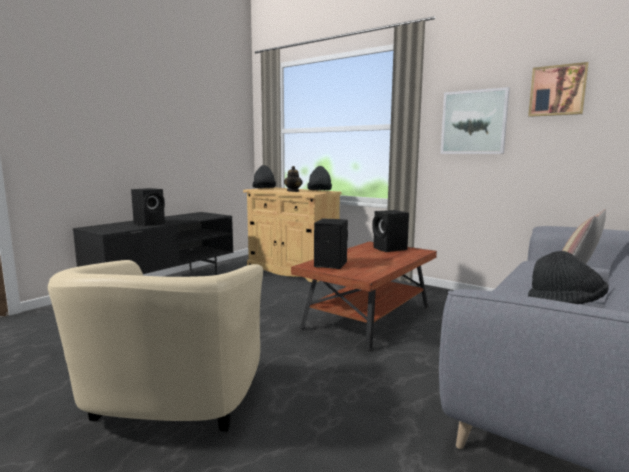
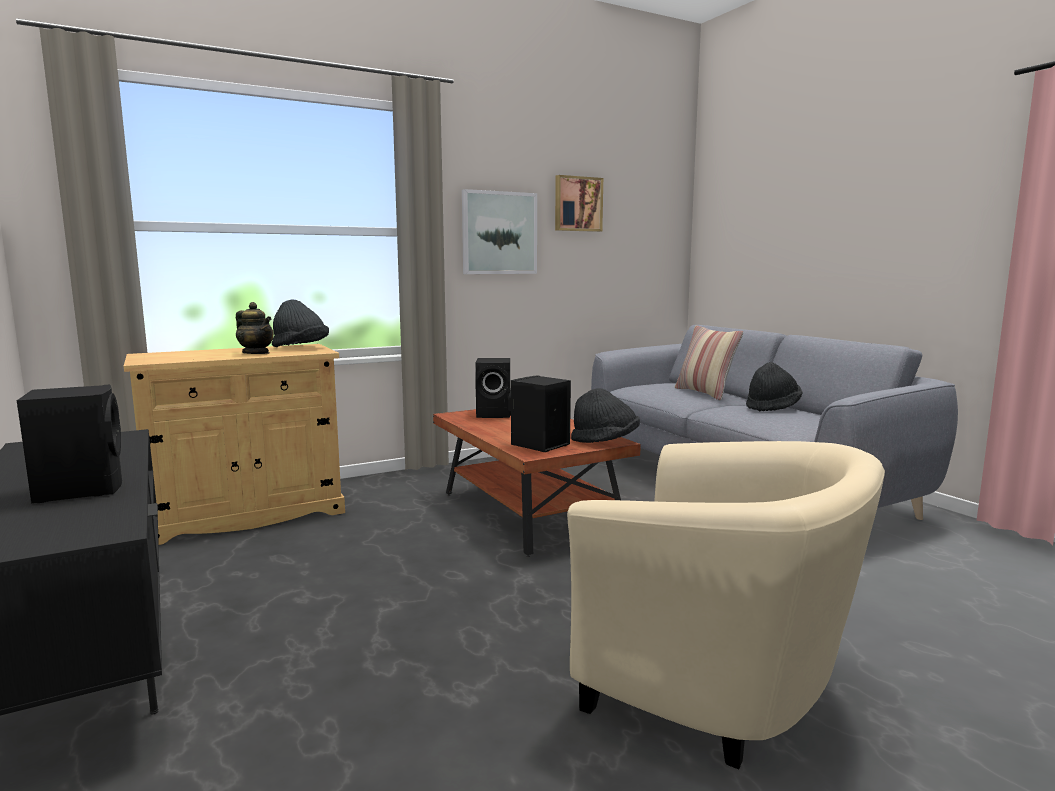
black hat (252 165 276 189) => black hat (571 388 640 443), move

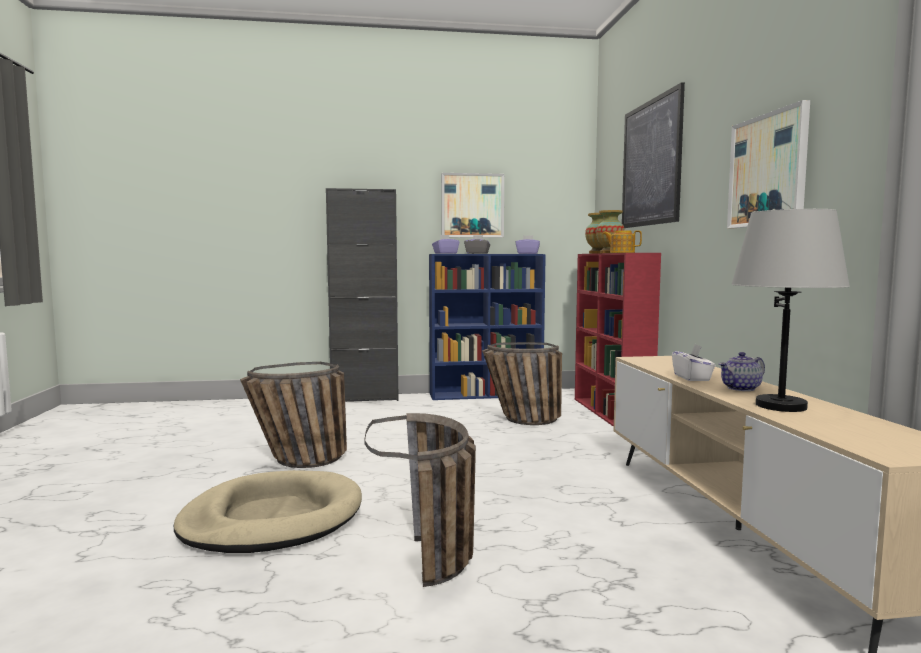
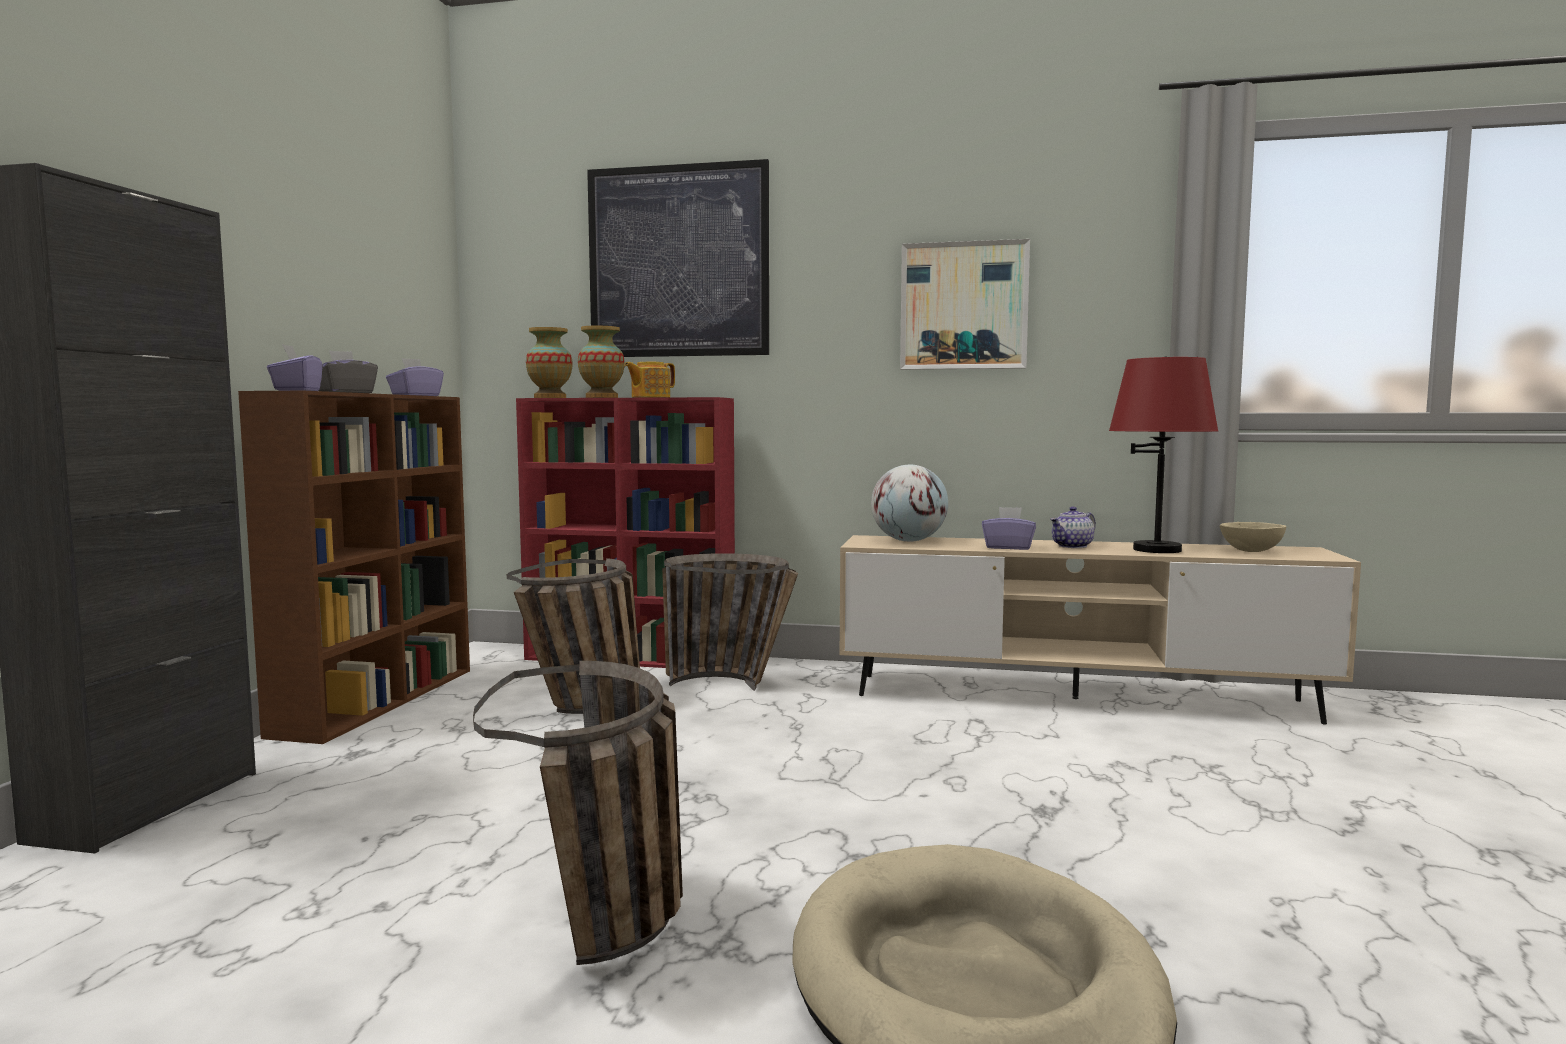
picture (441 173 504 238) => nothing
grey table lamp (731 209 850 412) => red table lamp (1109 356 1218 553)
blue bookcase (429 254 546 400) => brown bookcase (238 391 470 744)
white tissue box (672 344 716 381) => purple tissue box (982 507 1036 550)
teapot (719 352 765 391) => teapot (1050 507 1096 548), 60 degrees clockwise
basket (365 413 476 587) => basket (662 553 798 691), move
nothing => globe (871 464 948 542)
nothing => beige bowl (1220 522 1286 552)

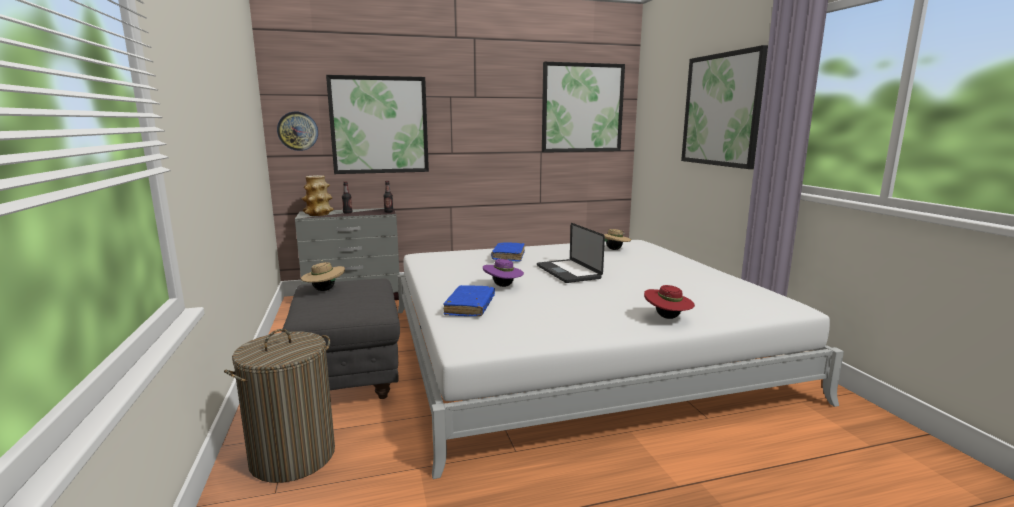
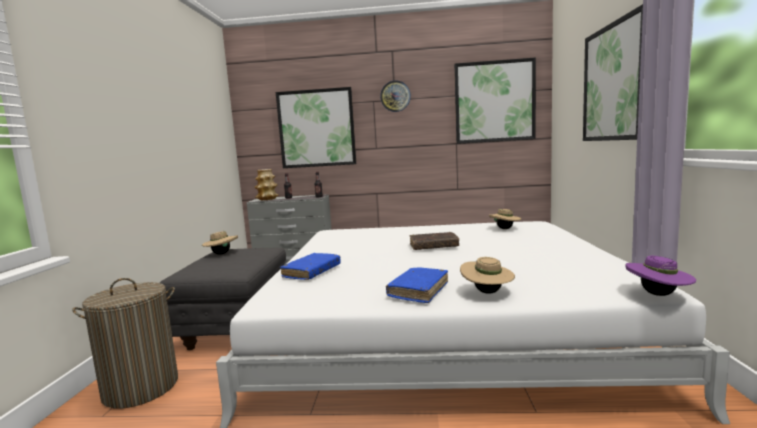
wall clock (277 112 318 151) => wall clock (380 80 411 112), move
laptop (537 223 605 283) => brown book (410 232 459 250)
blue book (491 242 525 262) => blue book (386 267 448 303), move
purple hat (483 259 524 287) => purple hat (626 256 696 296), move
red hat (644 285 695 319) => beige hat (460 257 515 294)

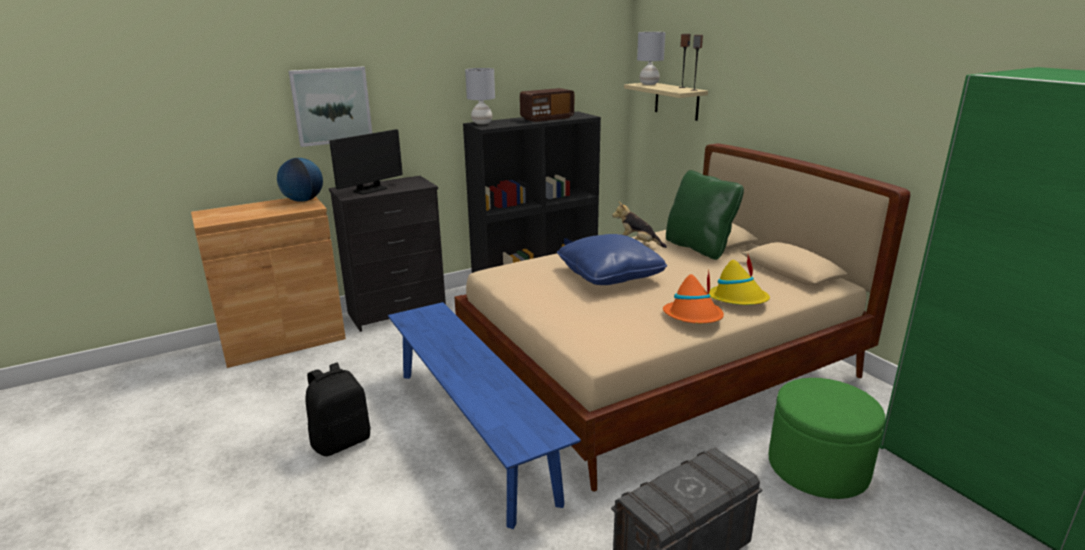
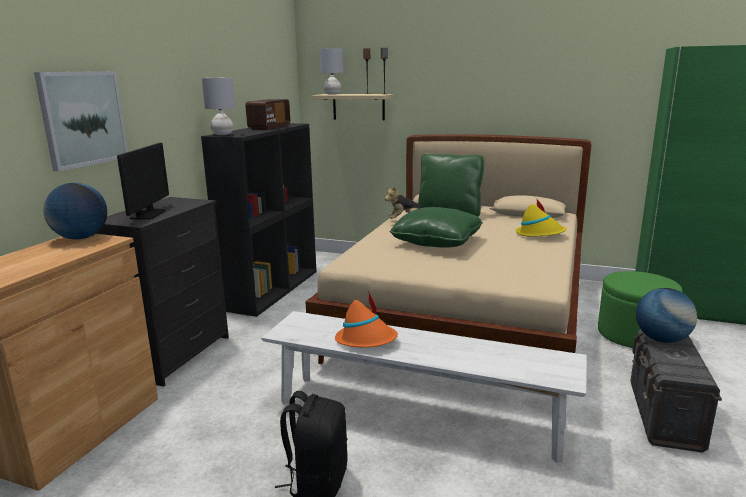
blue pillow (557 234 667 285) => green pillow (389 207 483 248)
orange hat (663 269 724 323) => orange hat (335 291 398 348), move
blue bench (388 302 581 529) => white bench (261 311 587 463)
nothing => globe (636 288 697 343)

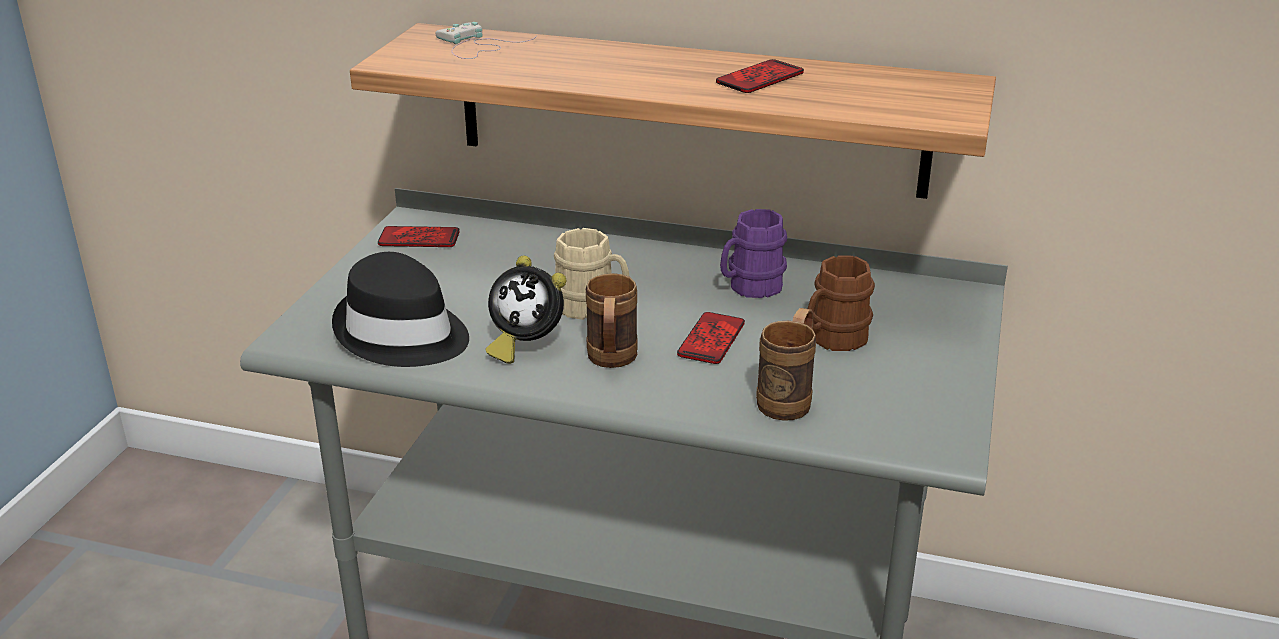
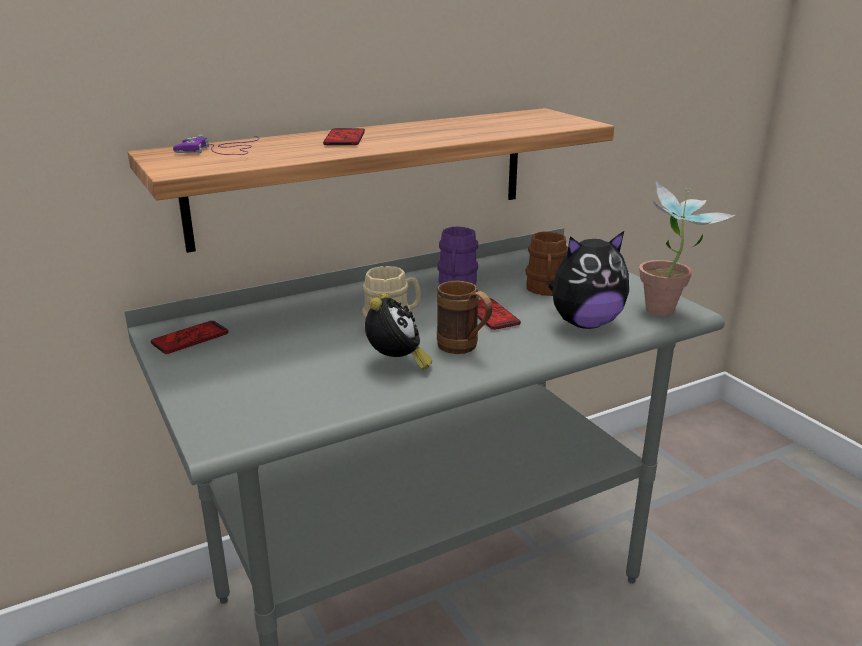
white game controller (436 22 537 59) => purple game controller (173 135 259 155)
phone (716 59 804 93) => phone (323 128 365 145), move
black hat (332 252 469 367) => nothing
alarm clock (485 256 566 364) => alarm clock (365 293 432 370), 60 degrees counterclockwise
brown mug (756 308 816 421) => plush toy (548 231 629 329)
nothing => potted plant (639 181 735 316)

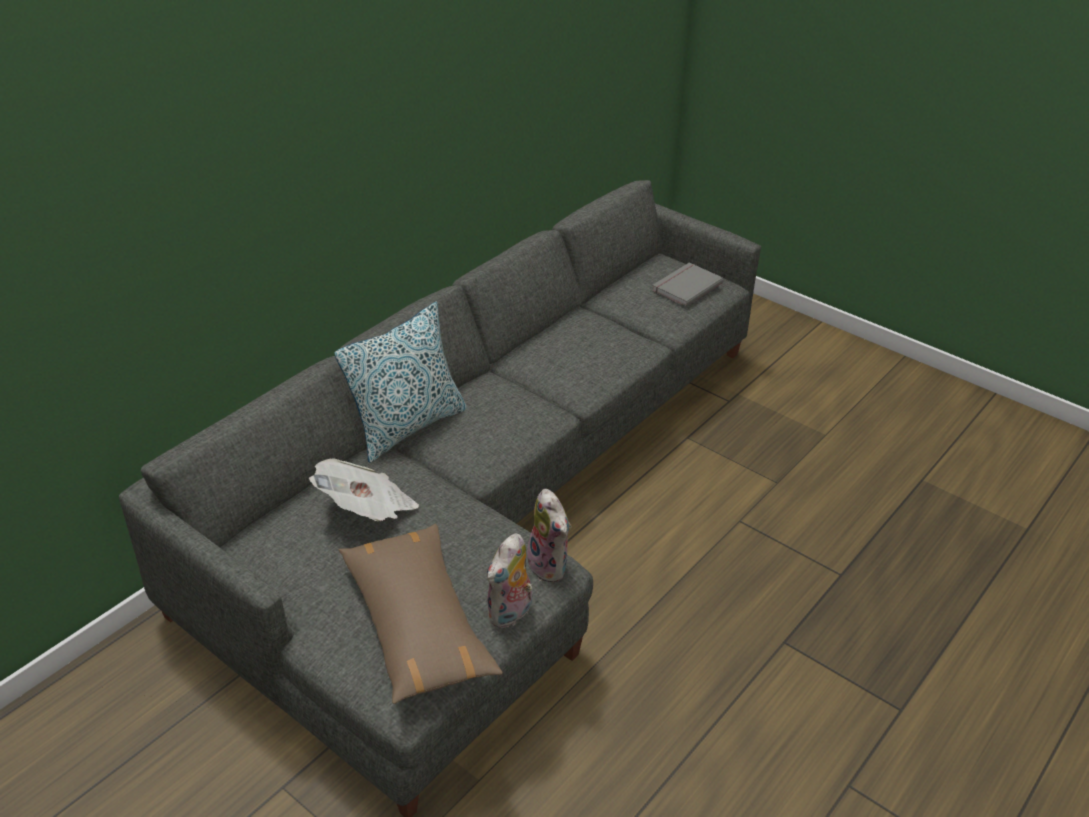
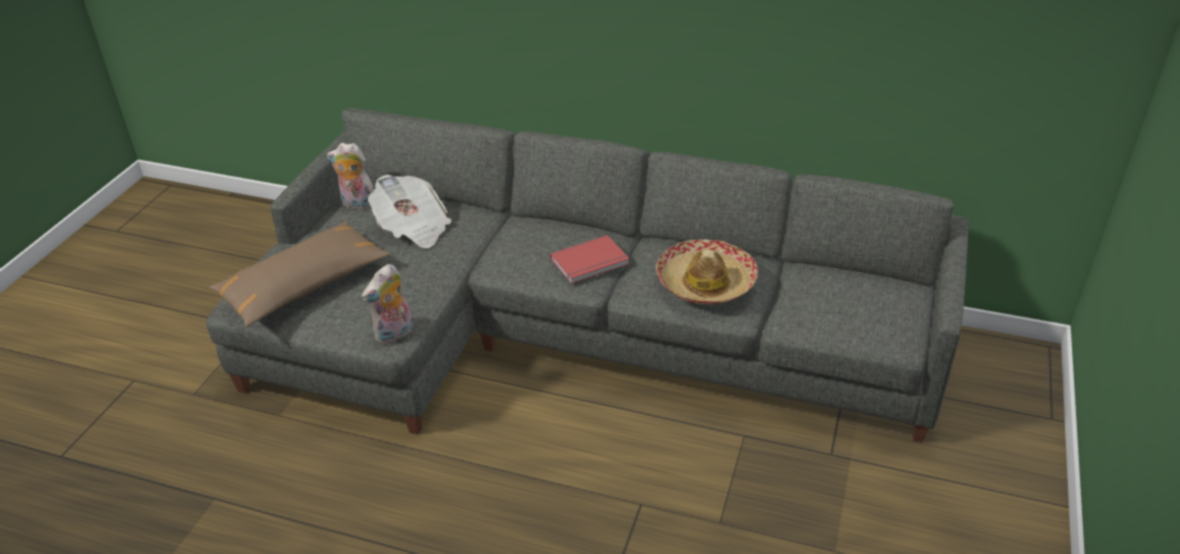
grey book (652 263 723 307) => nothing
pillow (334 302 467 463) => nothing
plush toy (487 533 533 628) => plush toy (327 143 374 210), move
nothing => red book (550 235 630 284)
nothing => hat (656 239 758 304)

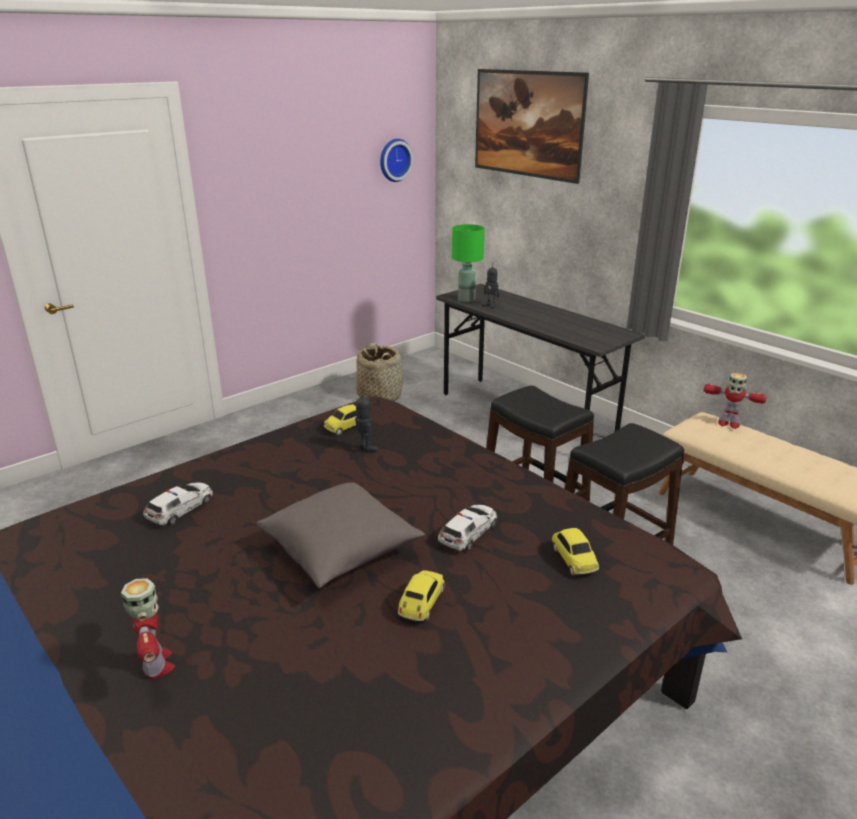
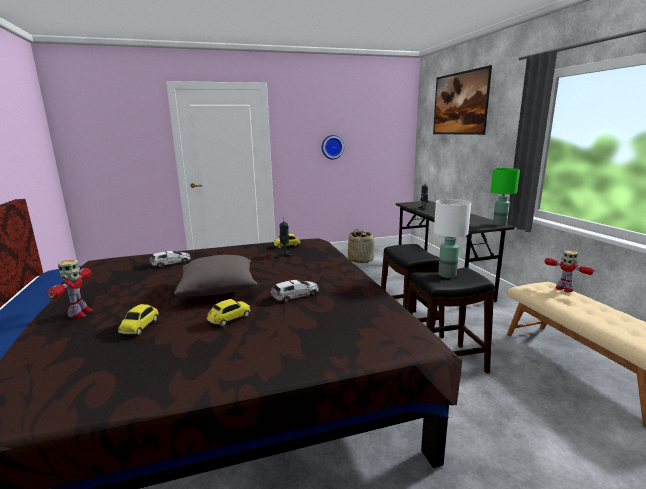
wall clock (380 139 413 182) => wall clock (322 135 344 159), move
green table lamp (452 224 485 303) => green table lamp (491 168 520 226), move
toy car (552 528 599 576) => toy car (118 304 159 336), move
nothing => white table lamp (434 199 471 278)

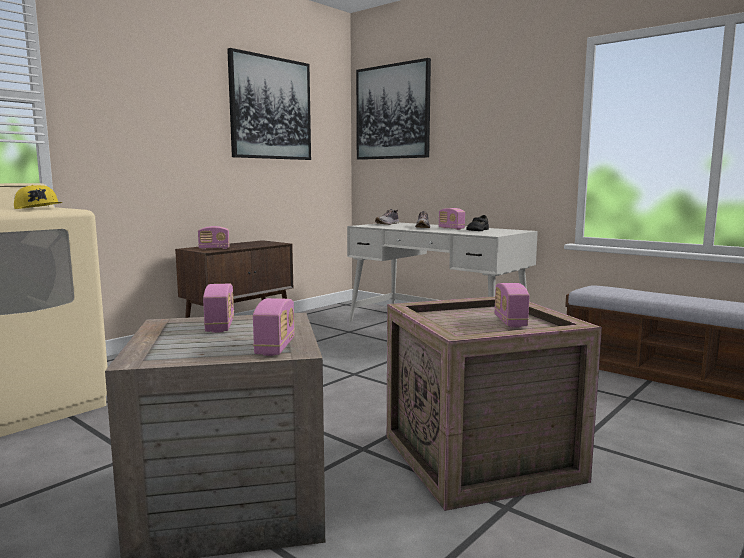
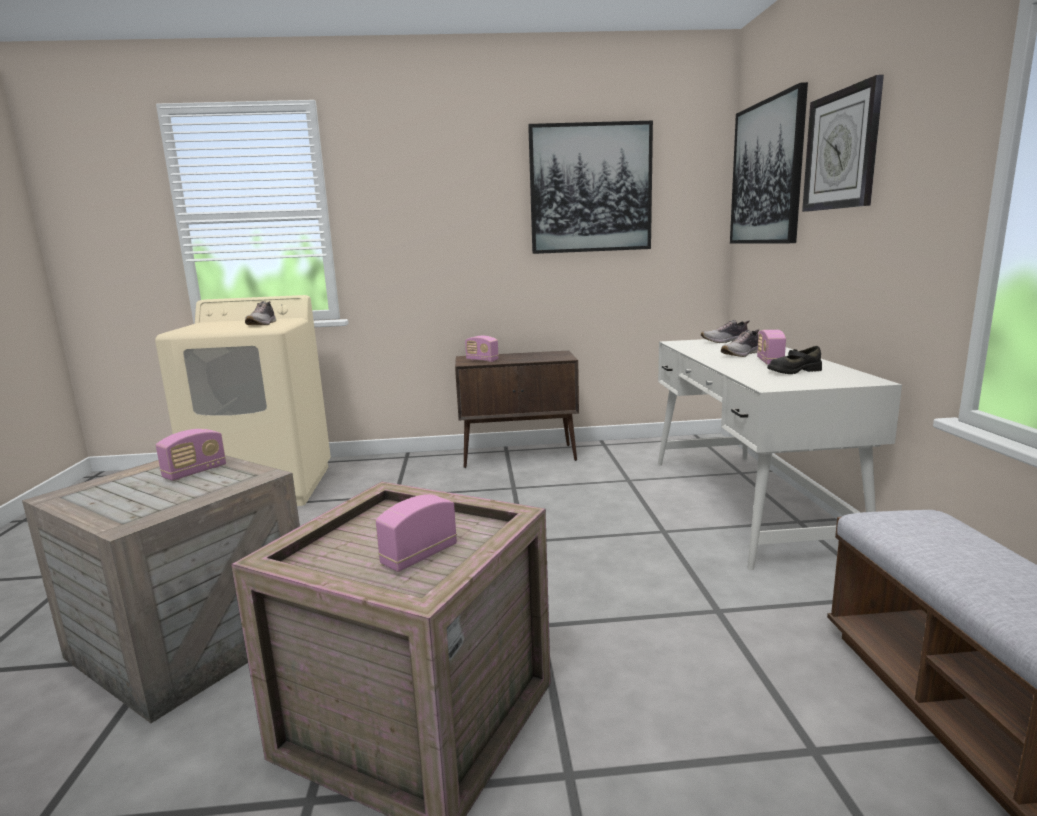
yellow cap (14 185 63 209) => shoe (245 301 276 325)
radio (253 298 295 356) => nothing
nothing => wall clock (802 75 884 212)

